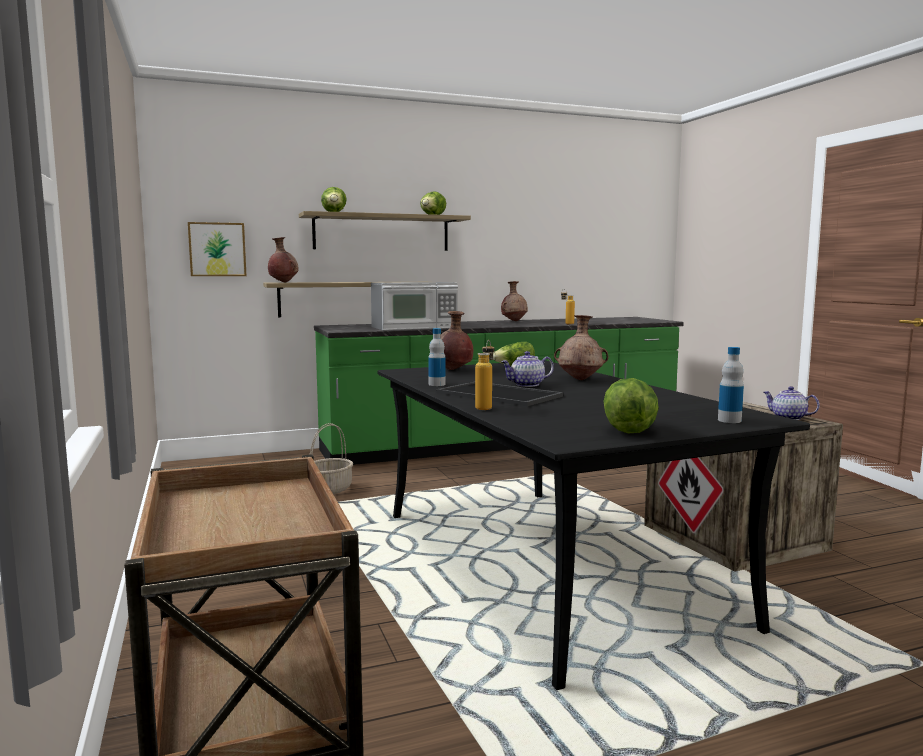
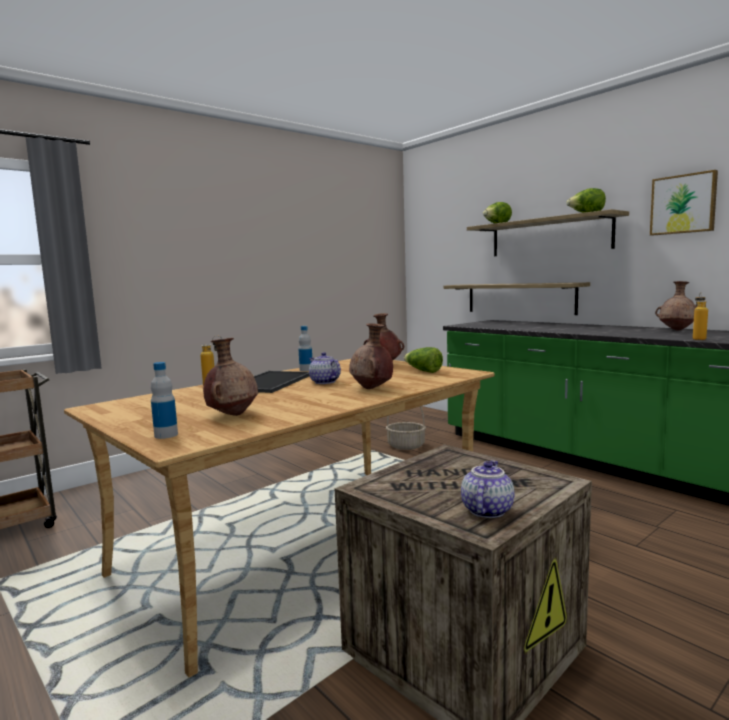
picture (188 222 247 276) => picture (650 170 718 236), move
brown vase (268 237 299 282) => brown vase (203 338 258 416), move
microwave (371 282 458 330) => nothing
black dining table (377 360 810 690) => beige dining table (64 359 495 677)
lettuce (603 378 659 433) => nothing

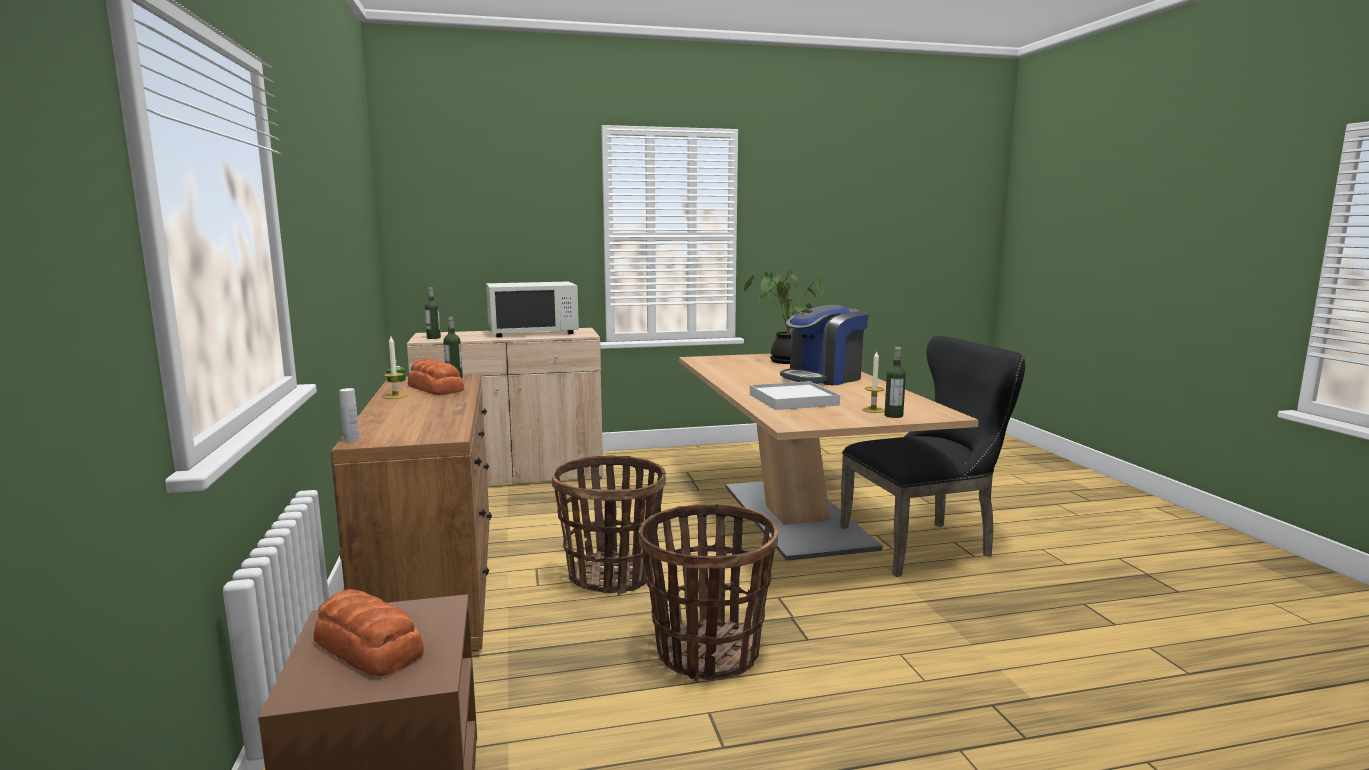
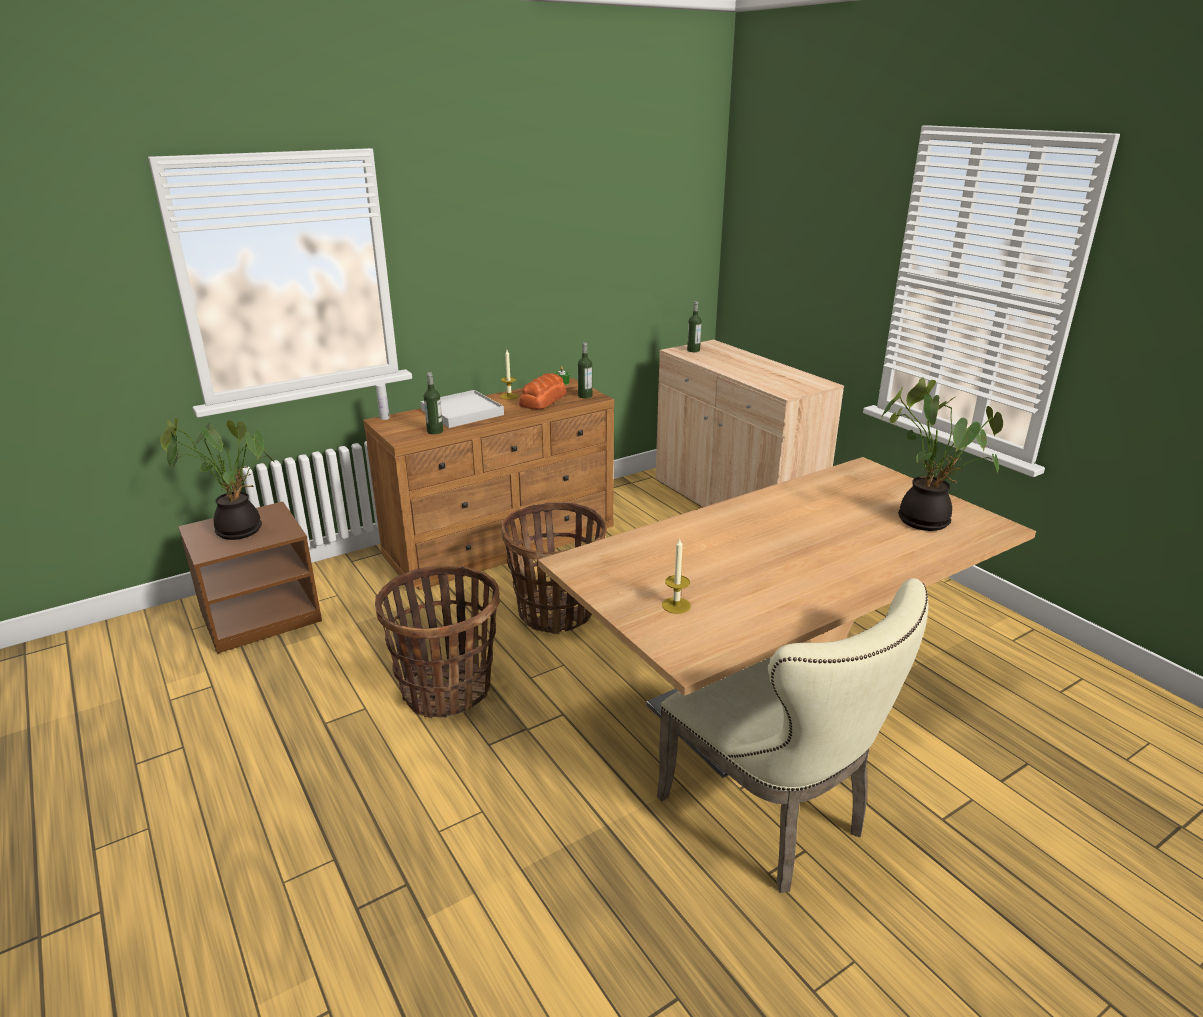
white microwave (486 282 579 337) => nothing
coffee machine (780 305 868 386) => nothing
black chair (840 336 1025 577) => beige chair (657 578 928 893)
bottle (884 347 906 418) => bottle (424 372 443 434), move
white tray (750 381 840 410) => white tray (421 390 504 428), move
bread (314 589 424 676) => potted plant (160 418 277 540)

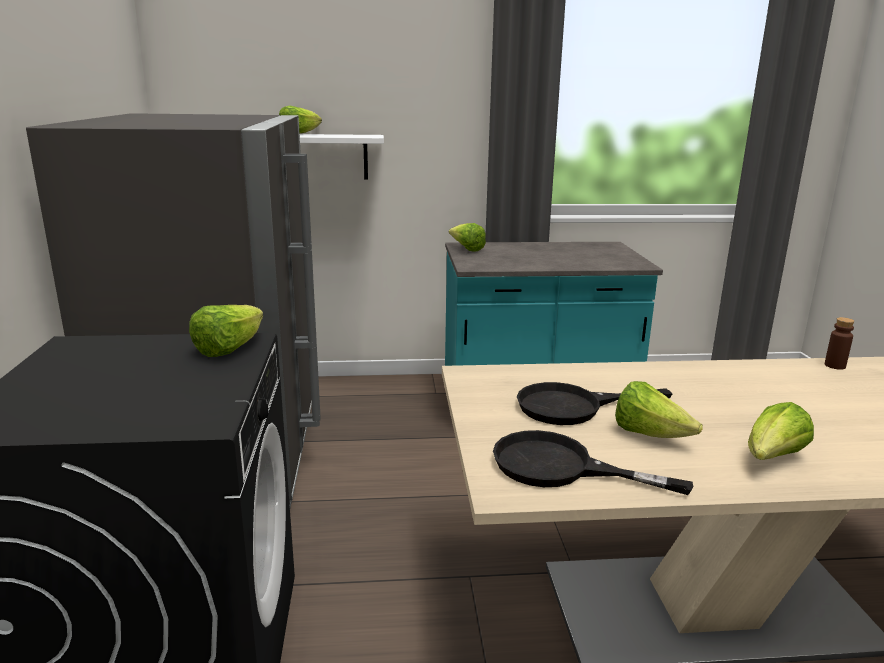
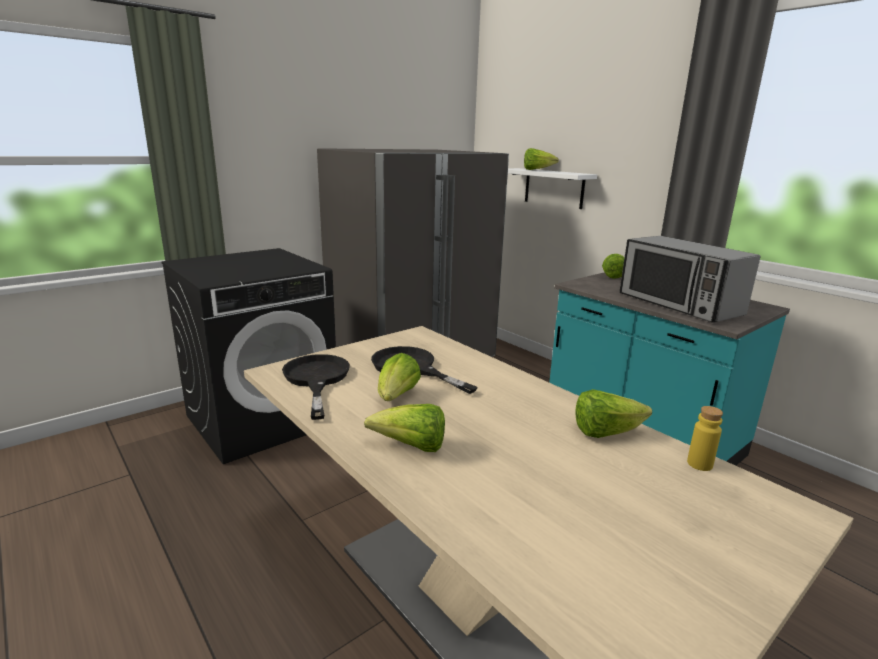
lettuce (189 305 263 357) => lettuce (575 389 652 438), move
brown bottle (825 317 855 370) => yellow bottle (687 406 723 471)
nothing => microwave (619 236 761 323)

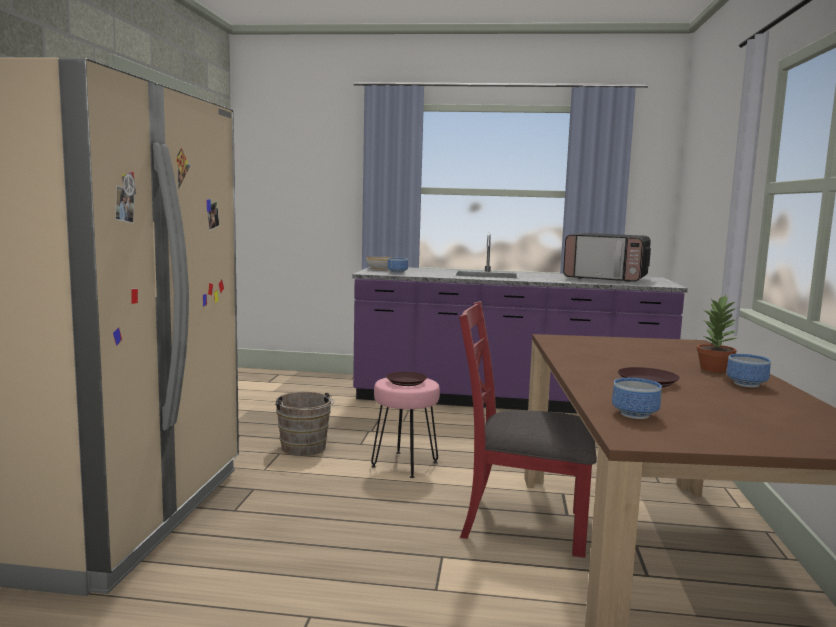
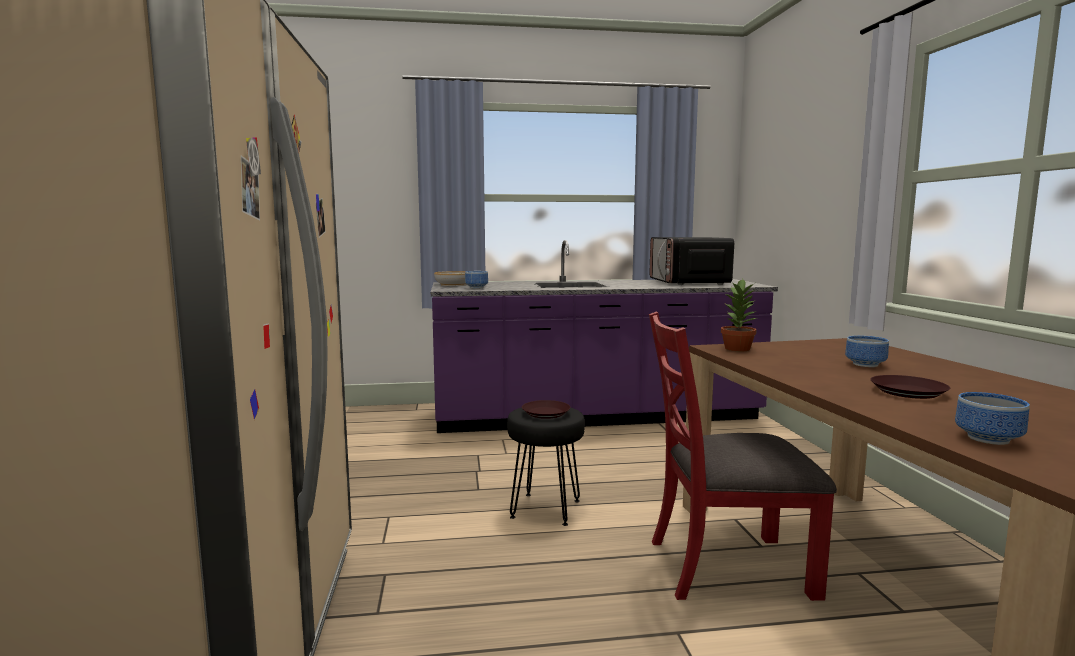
microwave (563 233 651 282) => microwave (650 237 734 285), 75 degrees clockwise
potted plant (697 295 739 373) => potted plant (721 279 757 351), move
bowl (726 354 771 387) => bowl (845 336 889 367), move
pink stool (371 378 440 478) => black stool (507 407 585 526)
brown bucket (275 392 334 456) => nothing

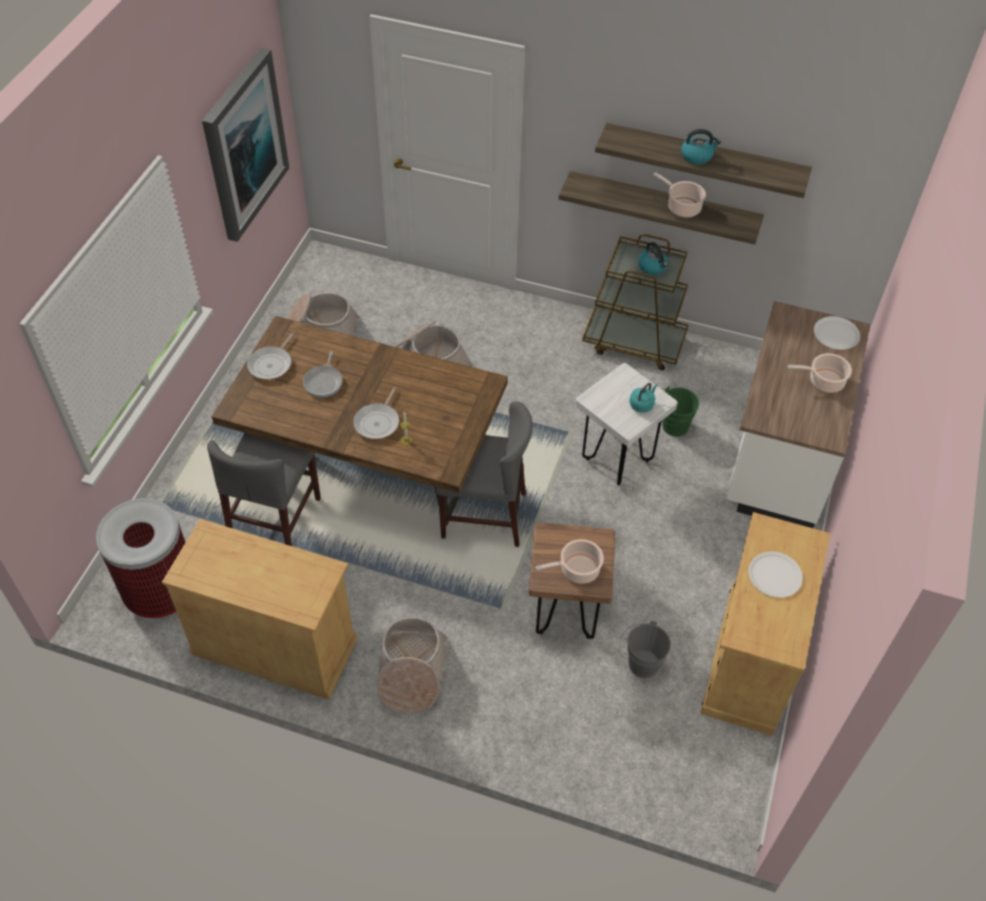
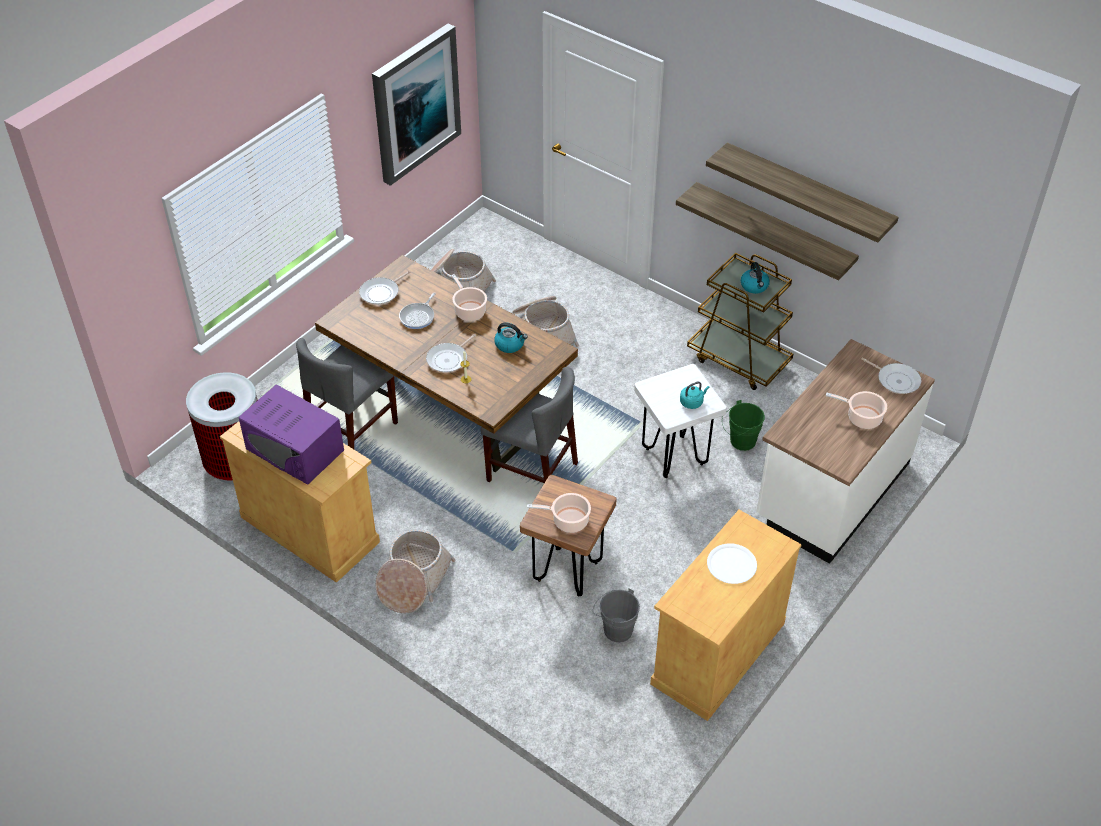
kettle (681 129 721 164) => kettle (494 322 528 353), move
cooking pot (653 172 706 217) => cooking pot (451 274 487 321), move
white plate (814 316 860 350) => frying pan (861 358 921 394)
nothing => purple microwave (238 384 344 484)

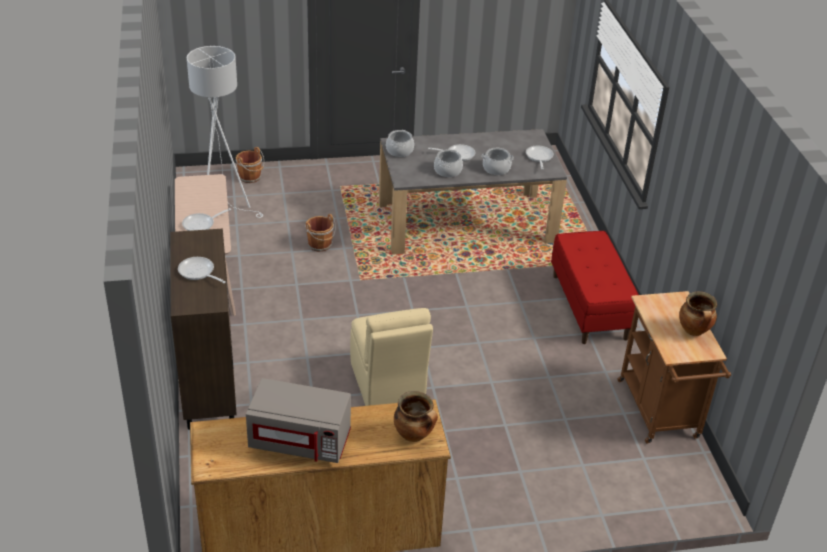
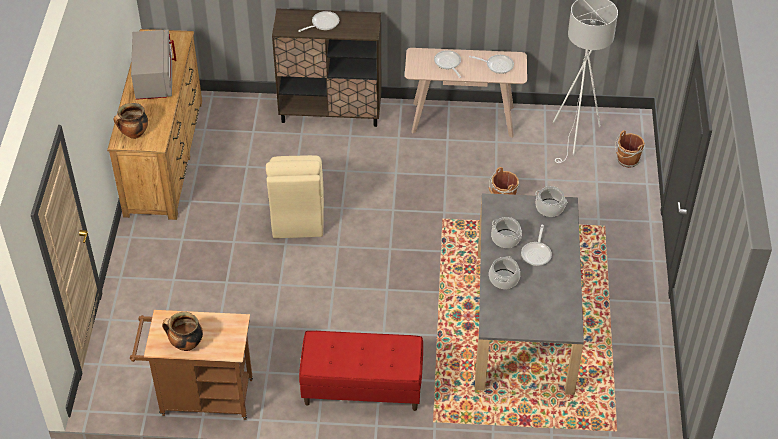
frying pan (526 146 554 169) => frying pan (469 55 514 74), move
beige chair (350 308 433 406) => beige chair (266 155 324 238), 90 degrees counterclockwise
grey microwave (246 378 351 463) => grey microwave (131 30 177 100), 150 degrees clockwise

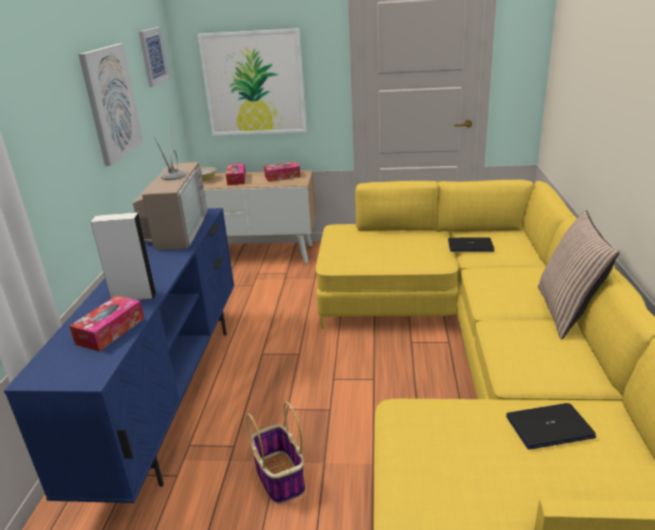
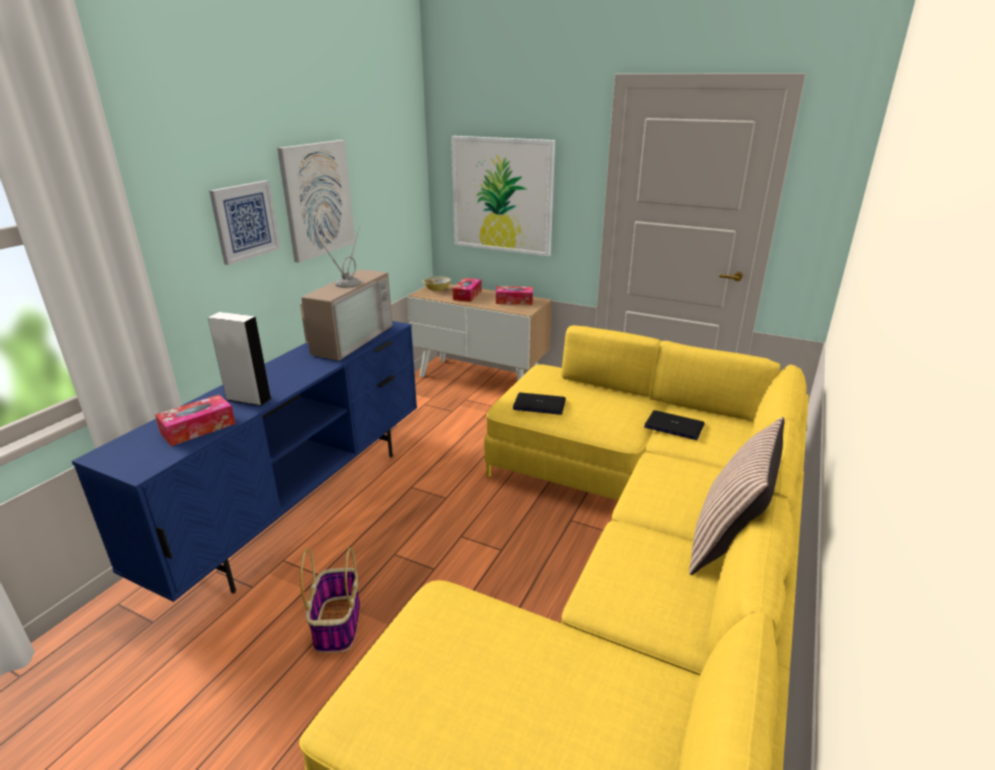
picture (139 27 170 87) => picture (209 180 280 265), move
laptop (506 403 596 450) => laptop (513 392 566 415), move

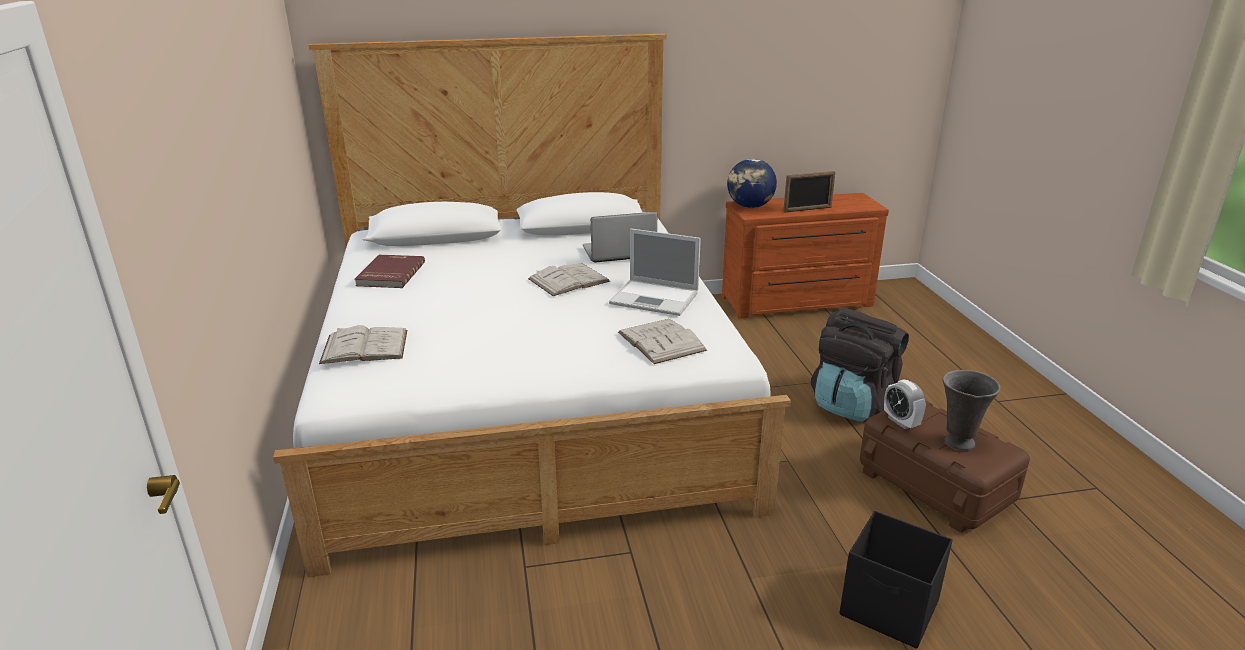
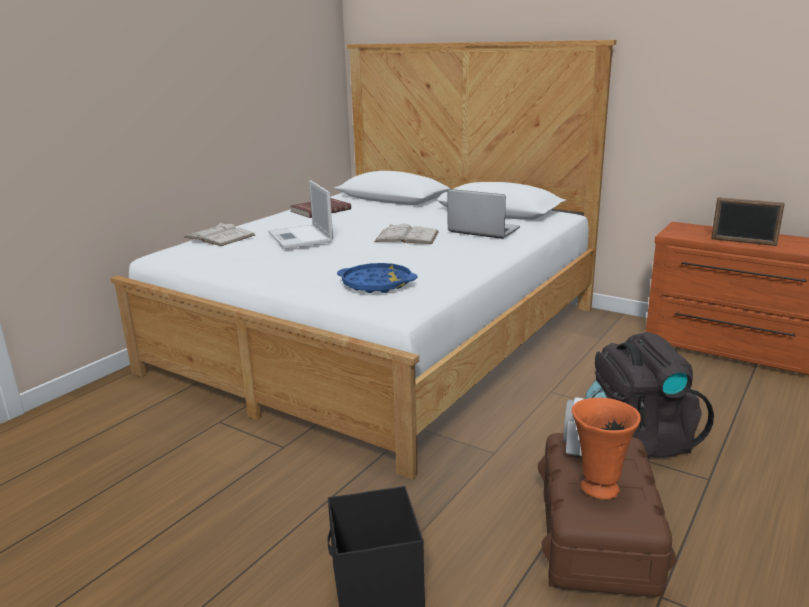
globe (727 159 777 208) => nothing
laptop (609 229 701 316) => laptop (268 180 333 249), move
white book (618 319 707 364) => blue tray (337 263 417 293)
grey vase (943 370 1000 451) => orange vase (572 397 641 499)

